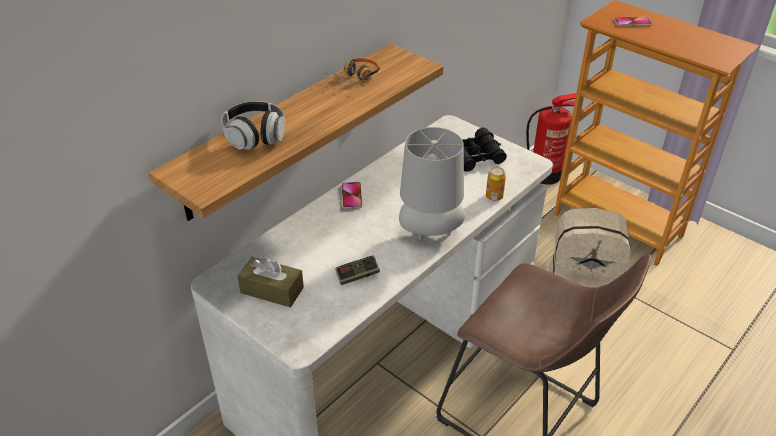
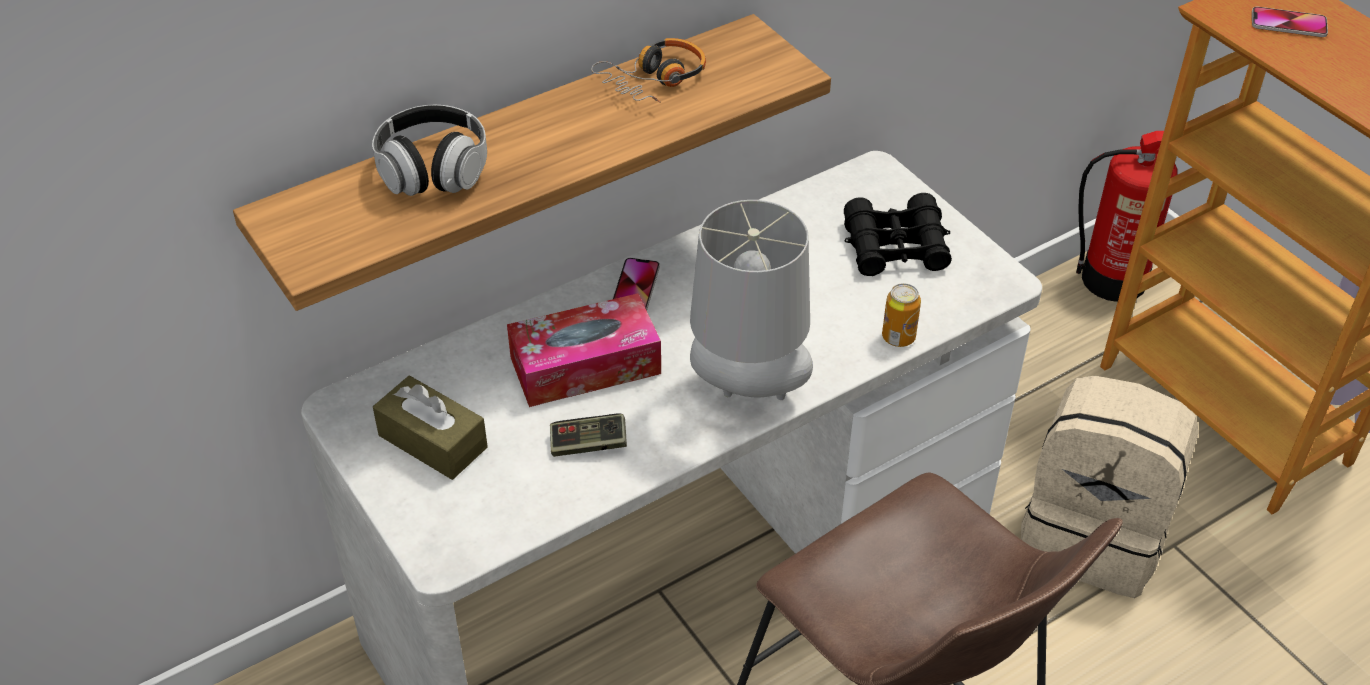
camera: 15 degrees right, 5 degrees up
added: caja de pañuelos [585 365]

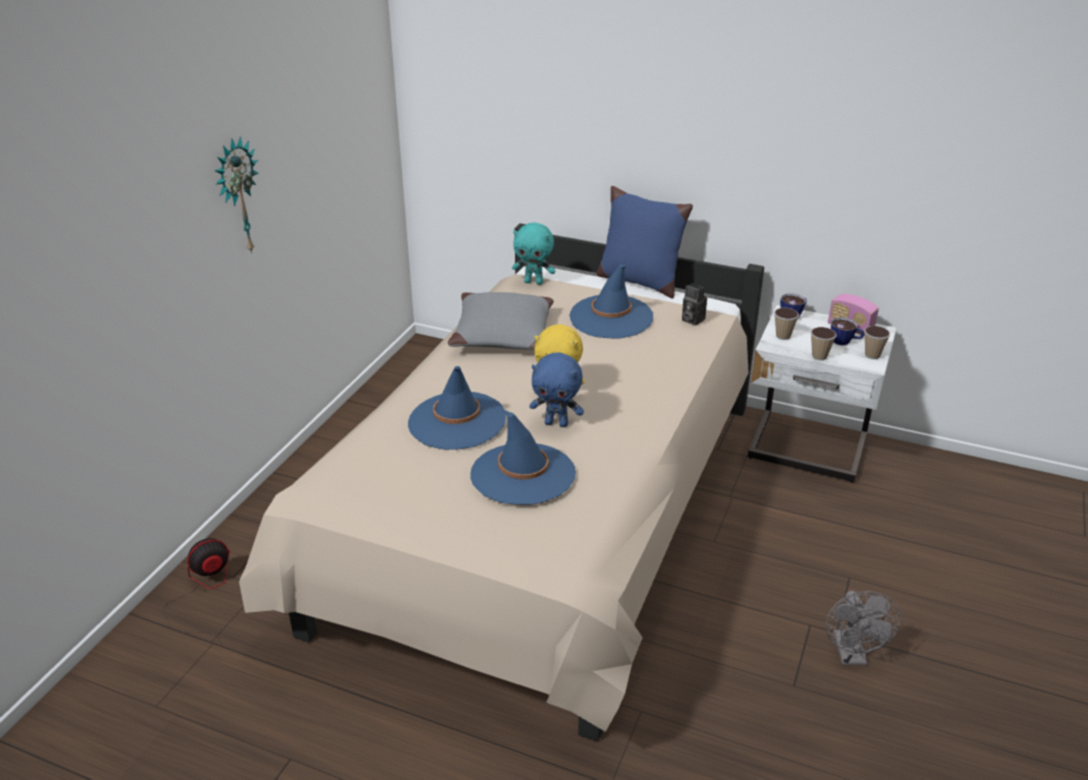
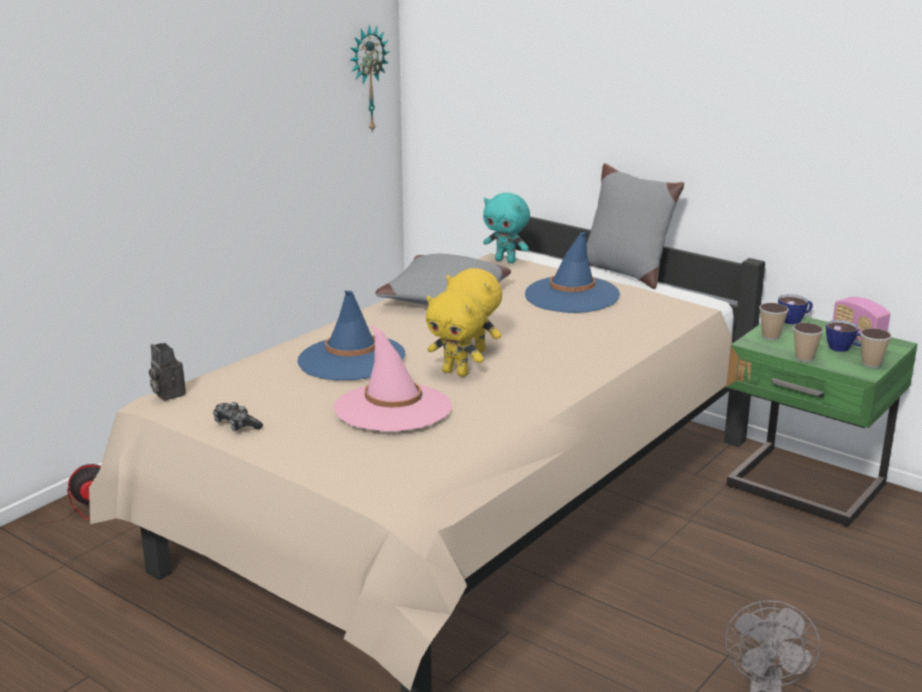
camera: 15 degrees right, 10 degrees down
added: mando de consola [236 425]
moved: reloj de pared [237 197] to [367 79]; cámara [691 319] to [167 393]
recoloured: sombrero (azul) [522 474] to sombrero (rosa) [392 408]; peluche (azul) [557 423] to peluche (amarillo) [456 372]; cojín (azul) [639 281] to cojín (gris) [625 272]; mesita de noche (blanco) [807 450] to mesita de noche (verde) [804 489]

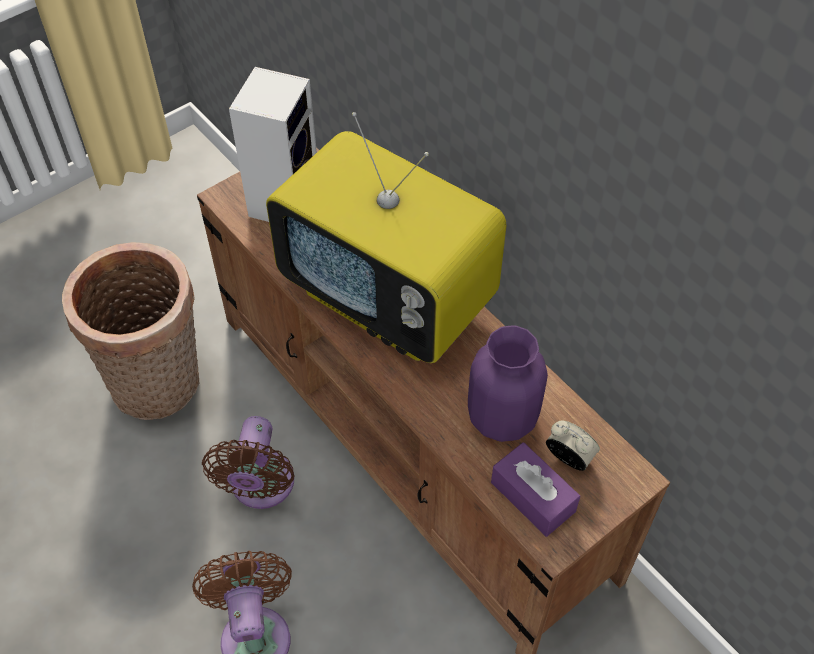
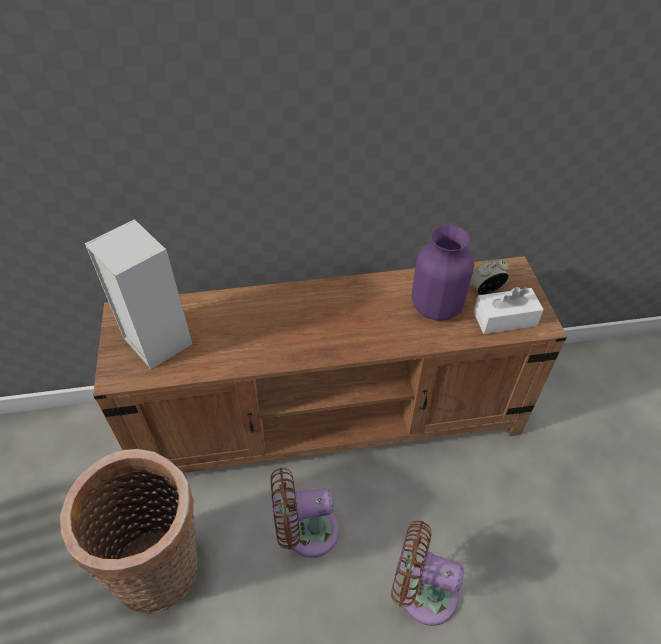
camera: 60 degrees left, 5 degrees down
removed: televisor [391 299]
recoloured: caja de pañuelos (morado) [533 497] to caja de pañuelos (blanco) [504 319]
turned: ventilador (marrón) [261 487] = [305 531] 135 degrees clockwise

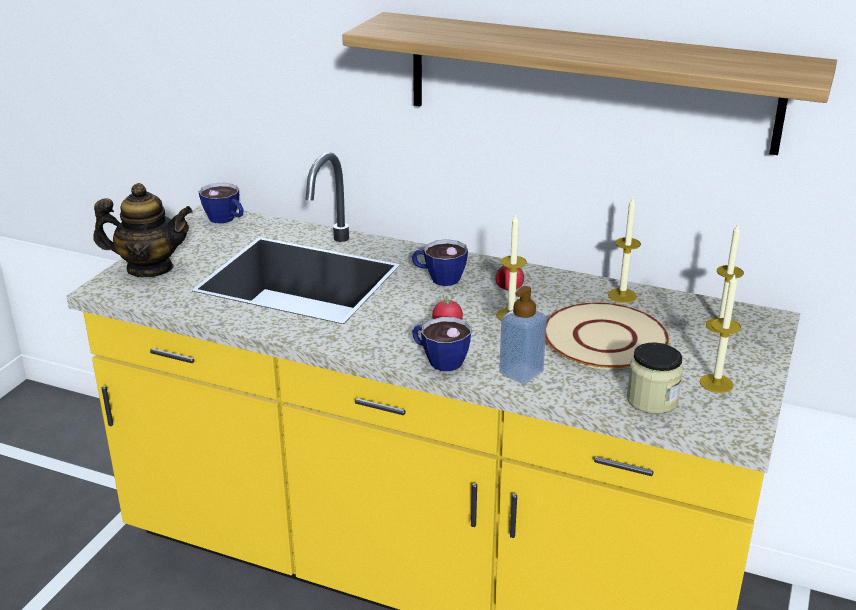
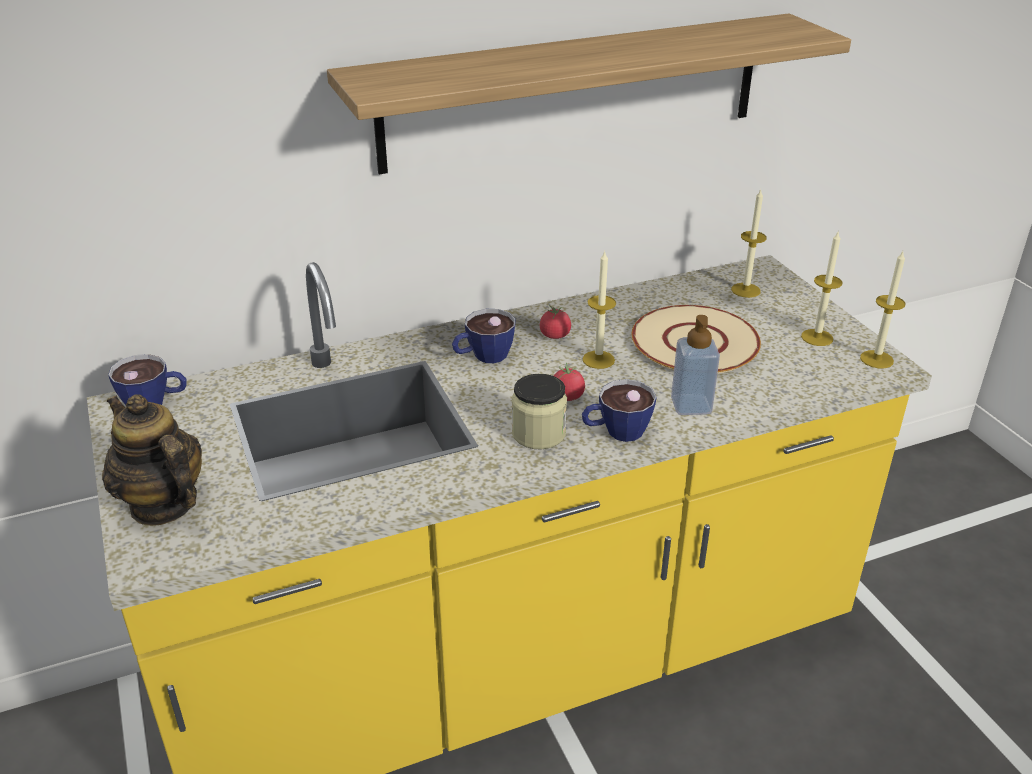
camera: 45 degrees left, 5 degrees up
moved: vela [622 295] to [876 359]; tarro [652 400] to [538 434]
turned: tetera [150 268] = [163 504] 90 degrees counterclockwise

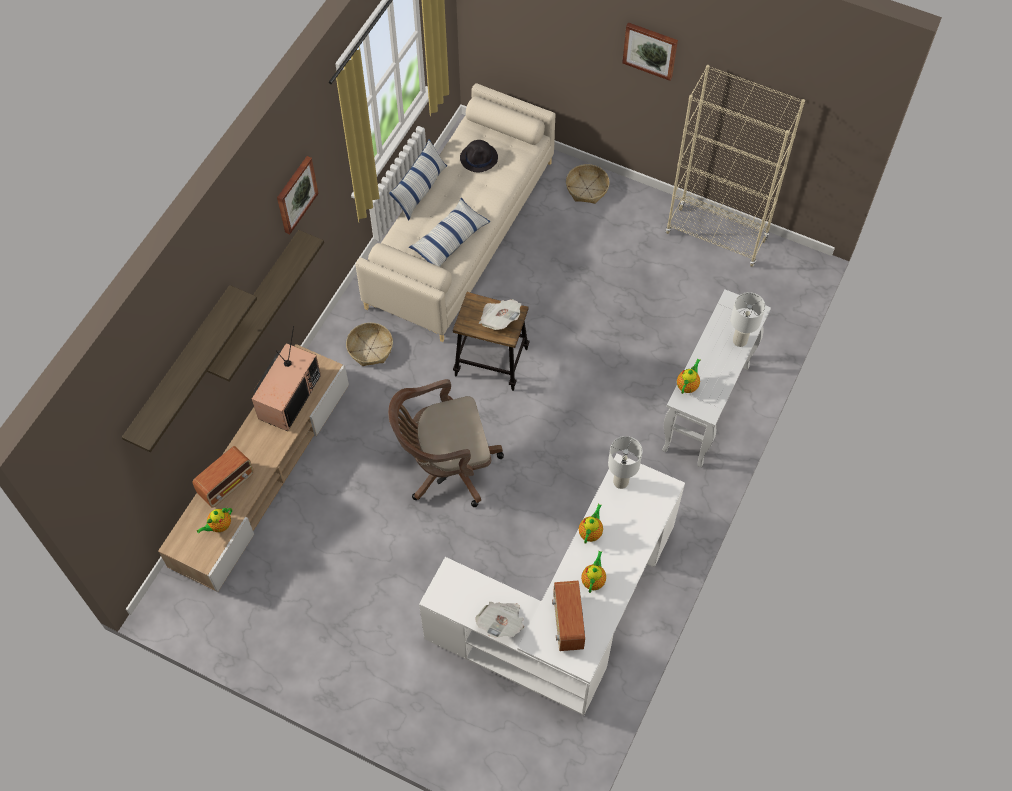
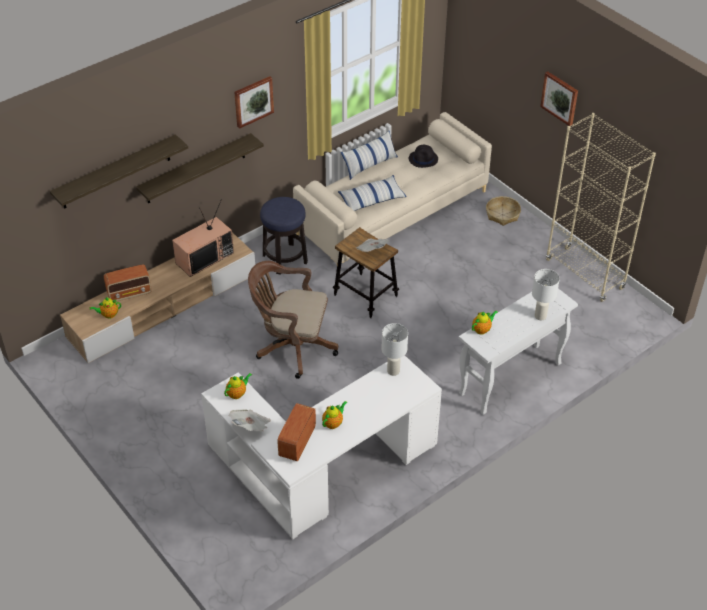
camera: 25 degrees right, 15 degrees down
moved: tetera [591 532] to [237 393]
replaced: cesta [370 348] to taburete [285 259]

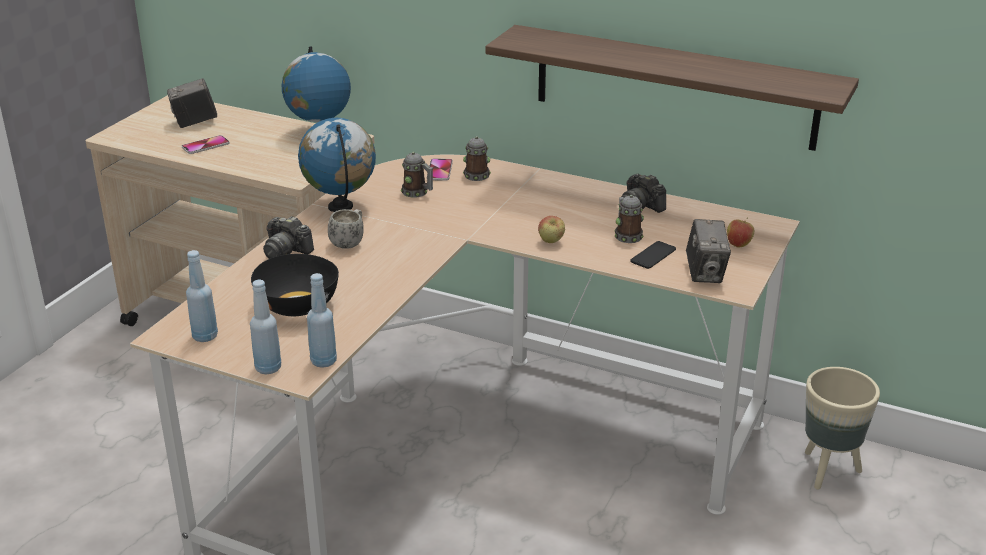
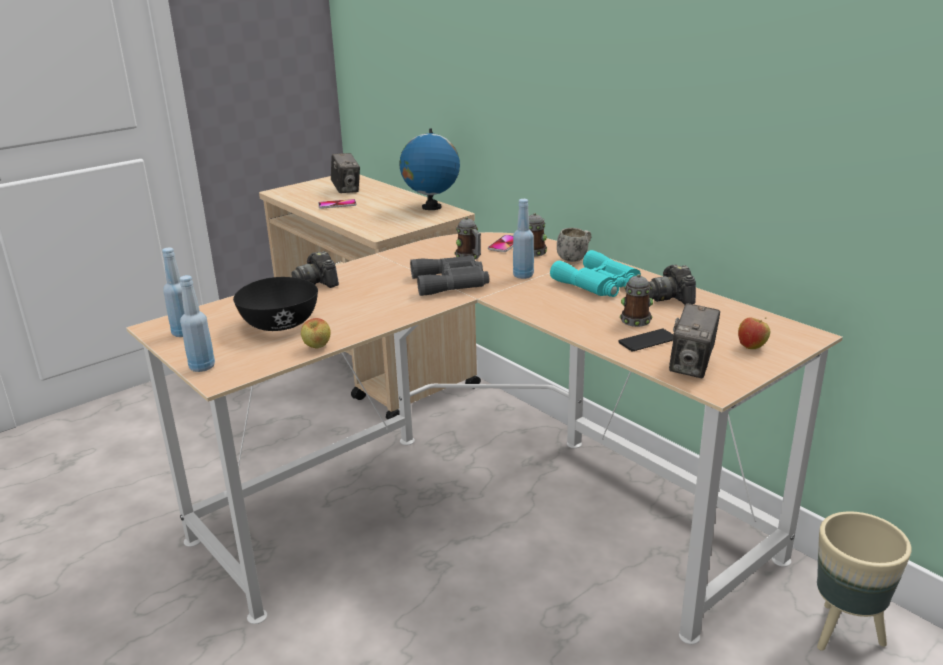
camera: 25 degrees right, 5 degrees down
removed: globo terráqueo [341 207]; estante [674 87]
added: prismáticos (gris) [452 282]; prismáticos (turquesa) [599 284]
moved: botella (azul) [323 361] to [523 275]; taza grande (blanco) [349 242] to [575 258]; manzana [551 242] to [317 347]
turned: cámara [195 122] = [346 190] 120 degrees counterclockwise

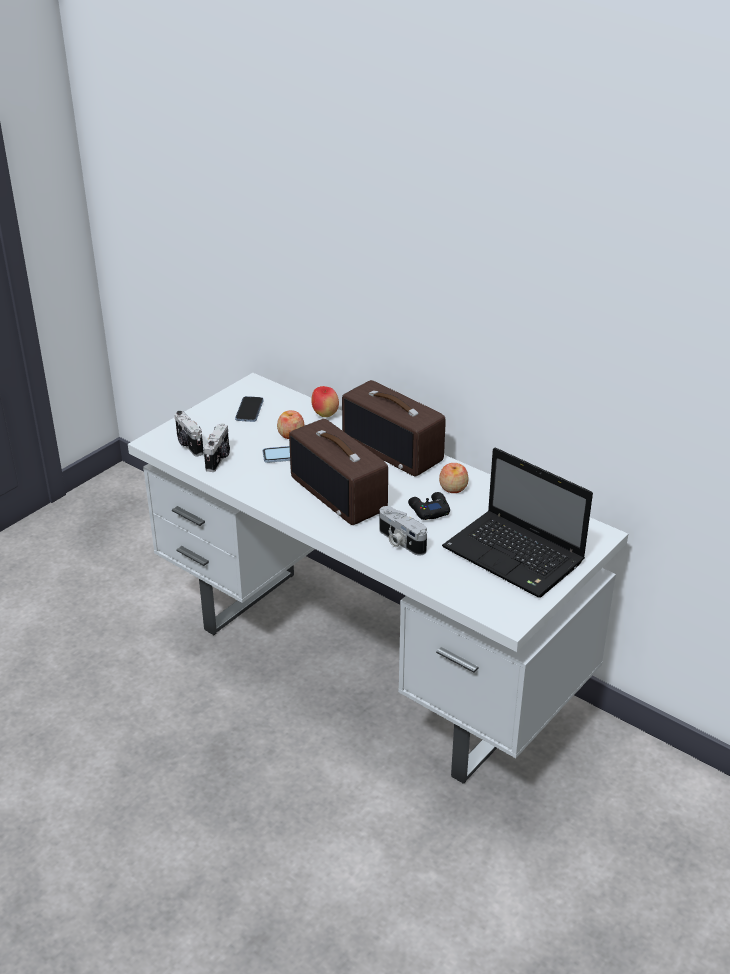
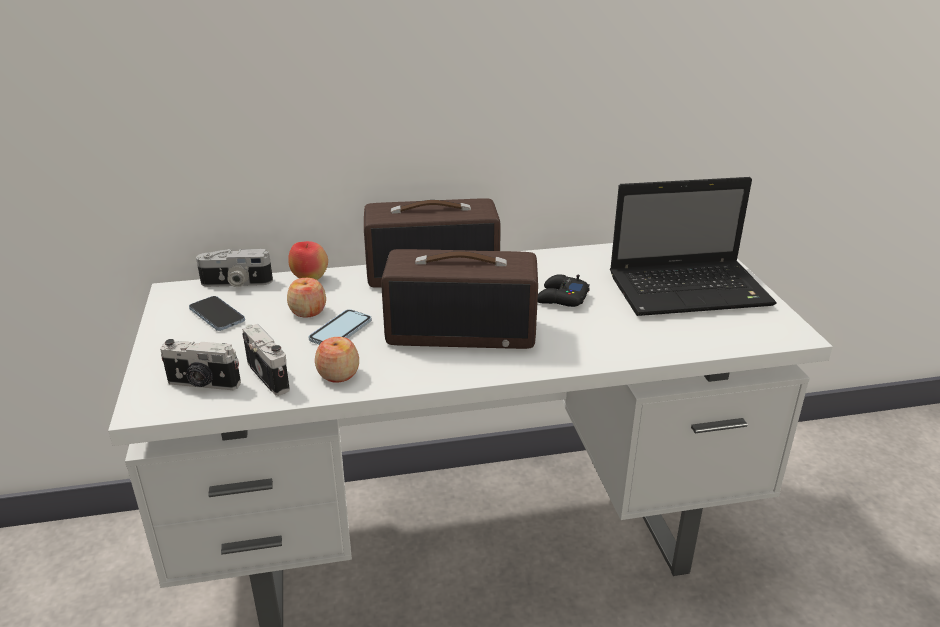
camera: 50 degrees left, 5 degrees down
moved: cámara [400 541] to [236 283]; manzana [453 488] to [338 374]

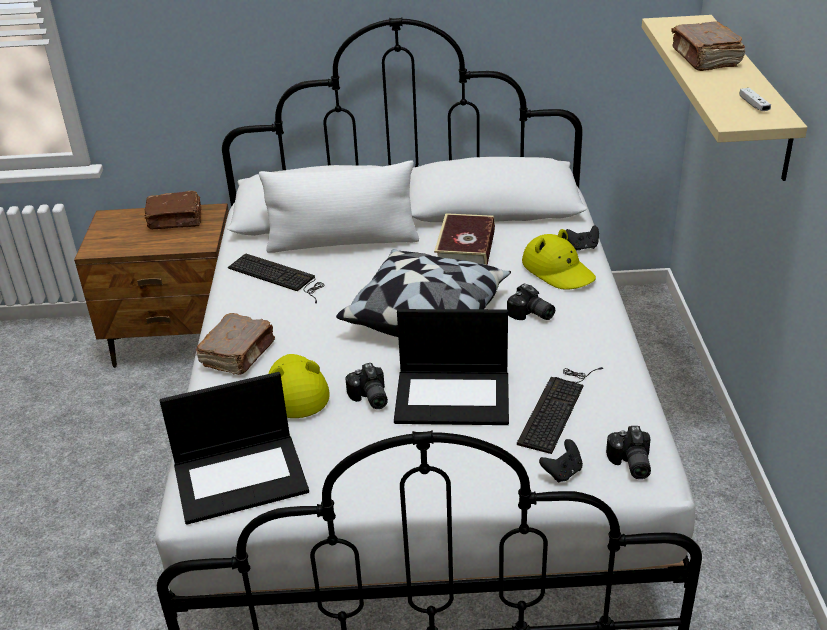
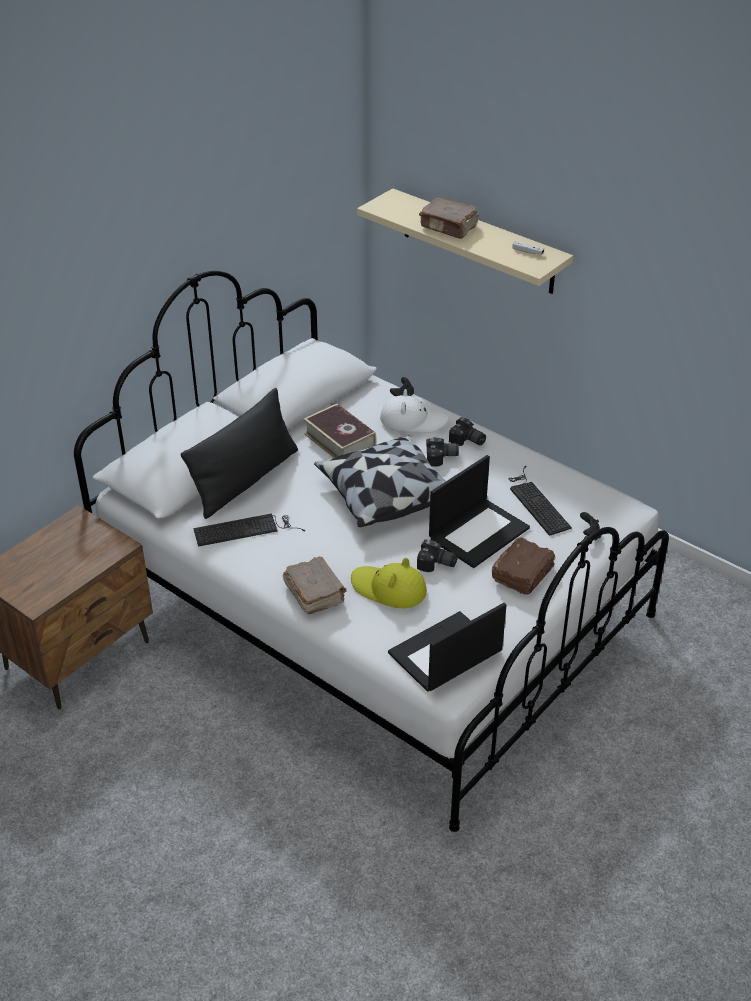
camera: 50 degrees left, 5 degrees up
moved: libro (marrón) [176 220] to [523 574]; cámara [629 464] to [467 441]
recoloured: cojín (blanco) [343 242] to cojín (negro) [245 480]; sombrero (amarillo) [558 270] to sombrero (blanco) [413 421]
turned: portátil [241 477] = [445 654] 150 degrees counterclockwise

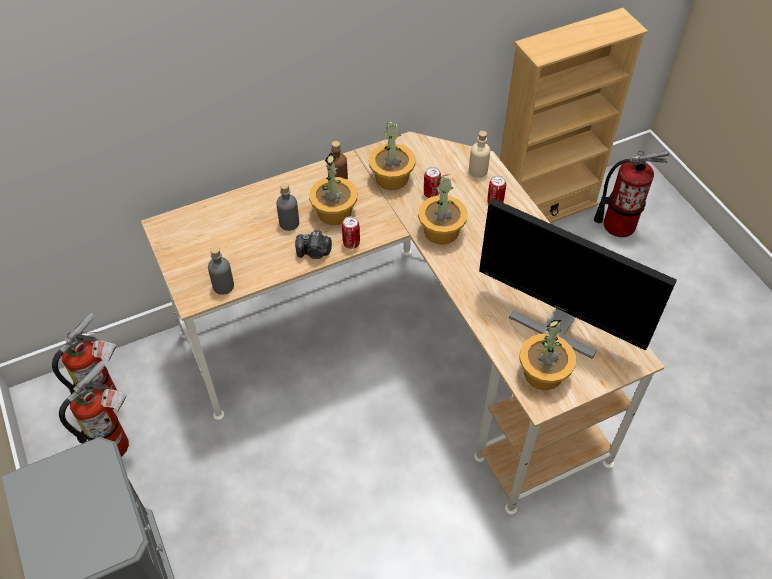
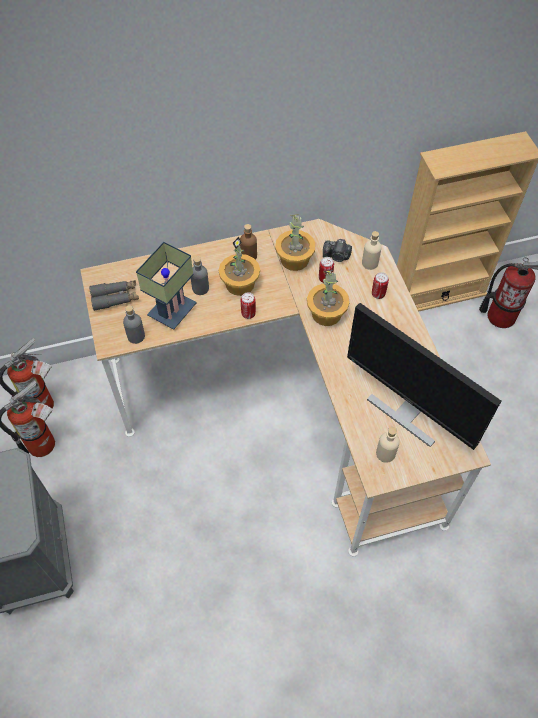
camera: 10 degrees right, 5 degrees up
added: prismáticos (gris) [115 298]; lámpara de mesa [173 313]
moved: cámara [314 252] to [336 256]
replaced: planta en maceta [544 373] to botella (beis) [385 454]

